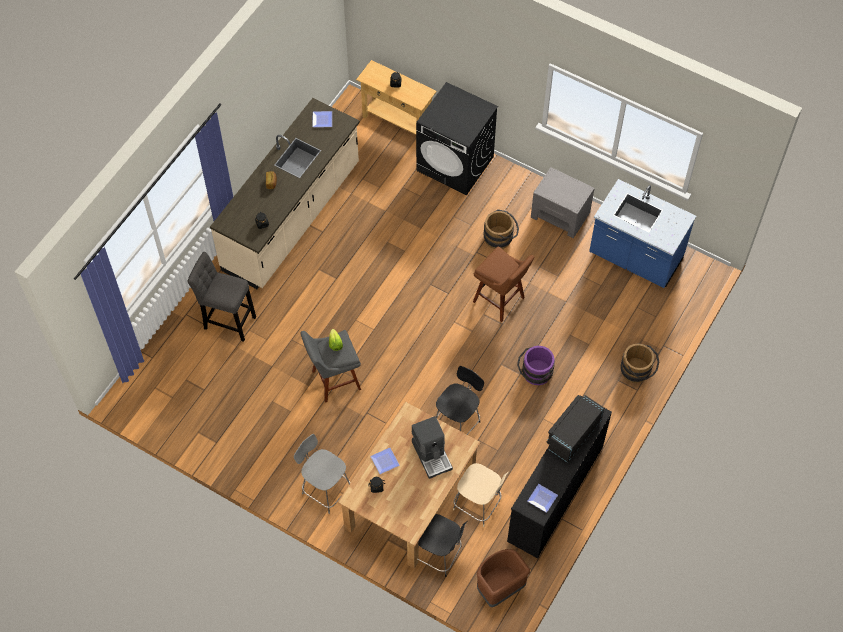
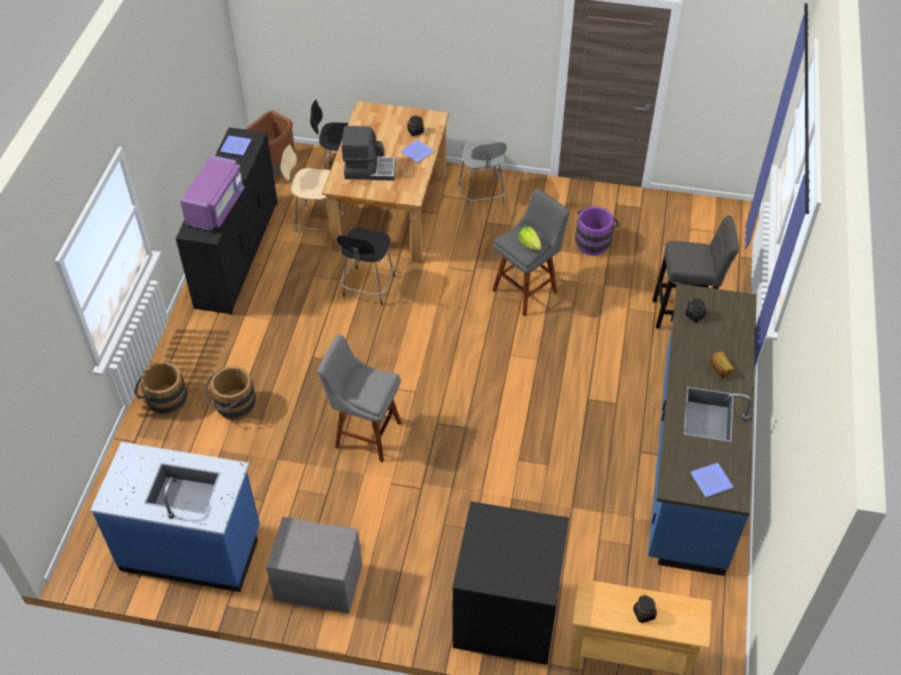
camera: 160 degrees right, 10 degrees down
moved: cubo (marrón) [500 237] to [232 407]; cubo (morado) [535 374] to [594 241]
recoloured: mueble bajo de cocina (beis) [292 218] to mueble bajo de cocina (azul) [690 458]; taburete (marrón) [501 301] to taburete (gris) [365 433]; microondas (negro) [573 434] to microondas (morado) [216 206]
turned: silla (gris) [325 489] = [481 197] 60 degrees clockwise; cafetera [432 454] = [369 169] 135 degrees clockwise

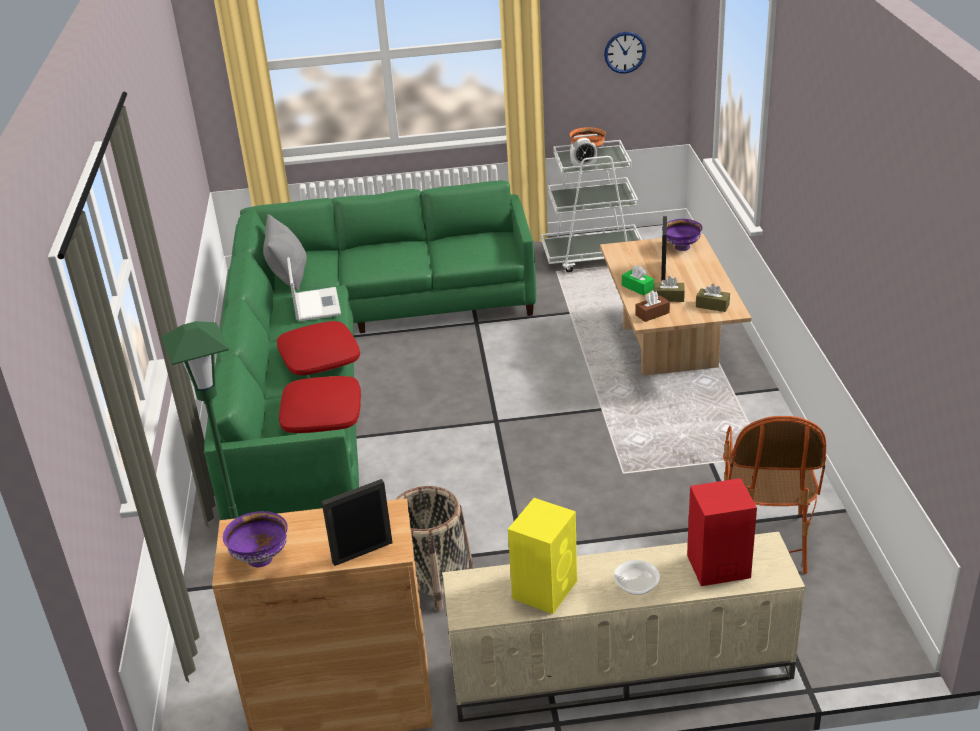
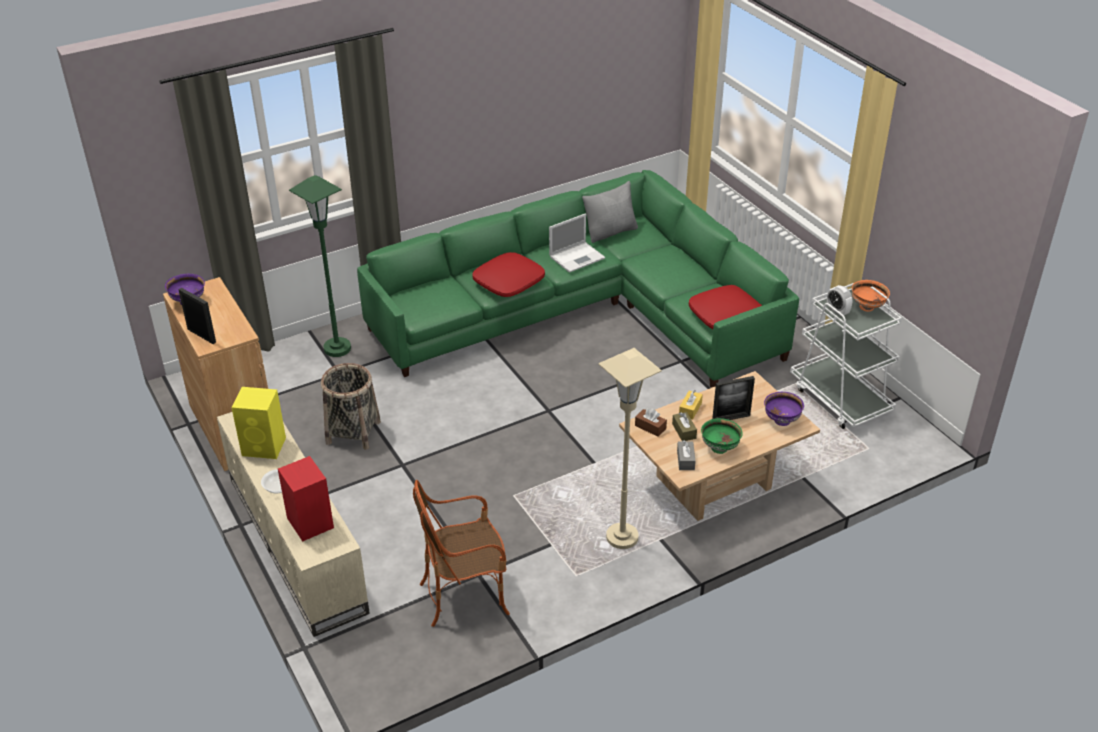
camera: 65 degrees right, 5 degrees up
removed: reloj de pared [625 52]
added: lámpara de pie (beis) [622 537]; cuenco (verde) [719 448]
moved: cojín (rojo) [321 414] to [725 315]
recoloured: caja de pañuelos (verde) [637 287] to caja de pañuelos (amarillo) [690 409]; caja de pañuelos (marrón) [712 305] to caja de pañuelos (gris) [685 460]

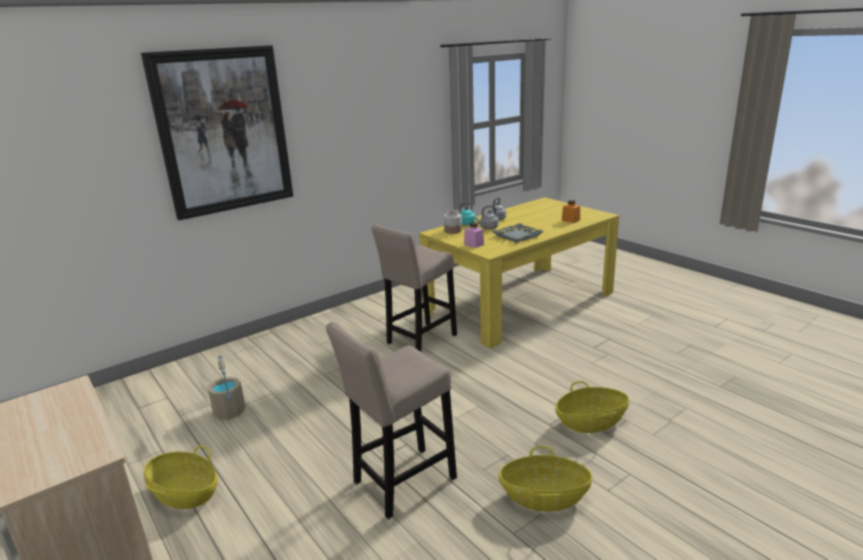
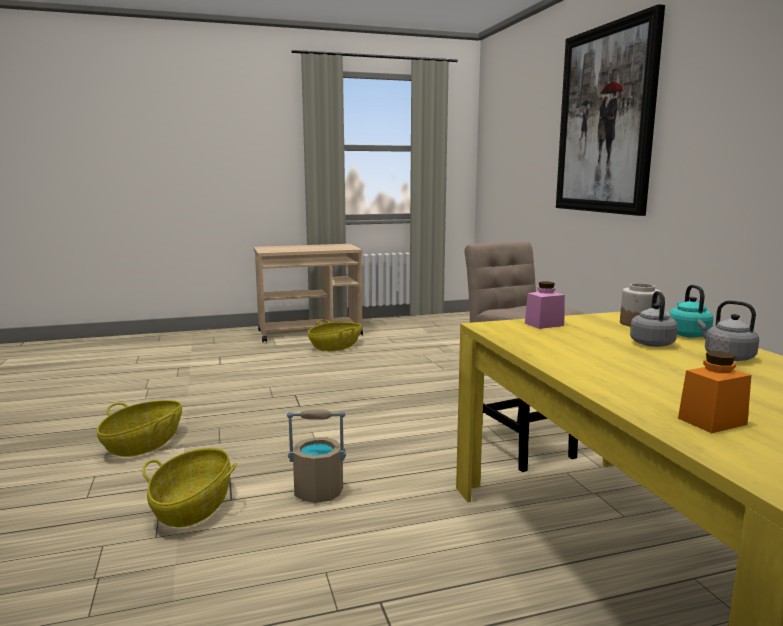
camera: 110 degrees right, 10 degrees down
removed: taburete (beis) [400 483]; bandeja (gris) [517 236]
moved: cubo (beis) [229 411] to [318 492]

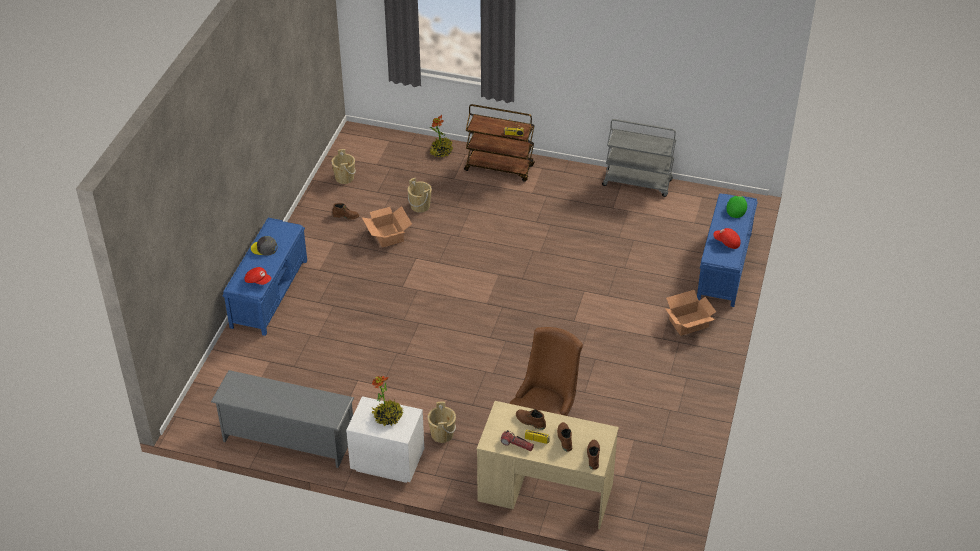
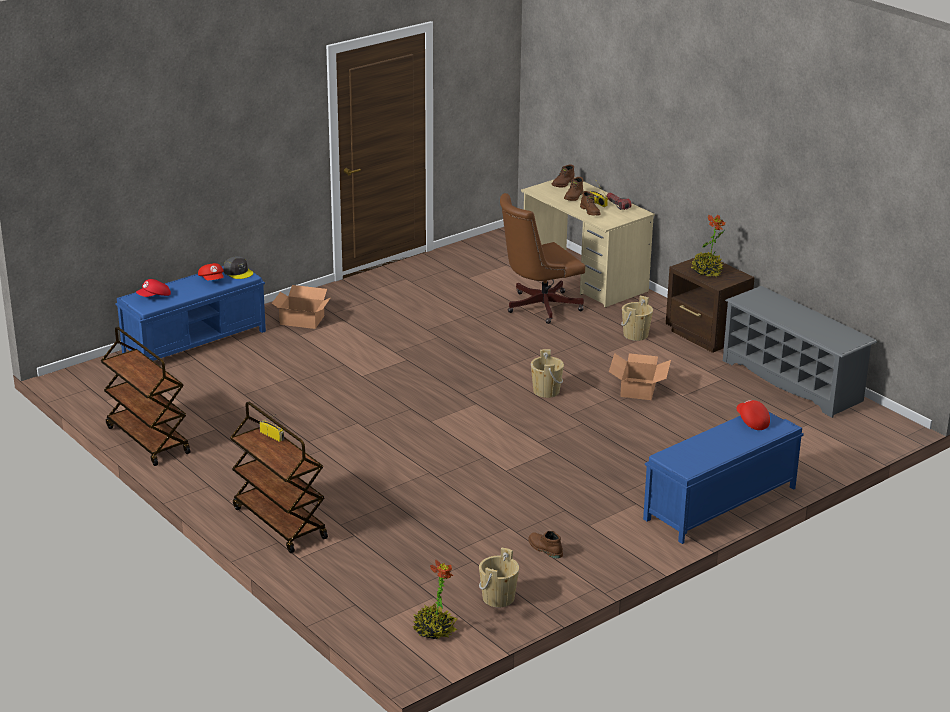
camera: 145 degrees left, 15 degrees down
moved: gorra (gris) [264 248] to [238 272]; caja de cartón [388 235] to [637 389]; cubo (beis) [420 206] to [546 391]; planta en maceta [441 151] to [434 630]
recoloured: mesita de noche (blanco) [387 461] to mesita de noche (marrón) [706 336]; carrito (gris) [638 183] to carrito (marrón) [147 440]; gorra (verde) [736 209] to gorra (rojo) [154 297]

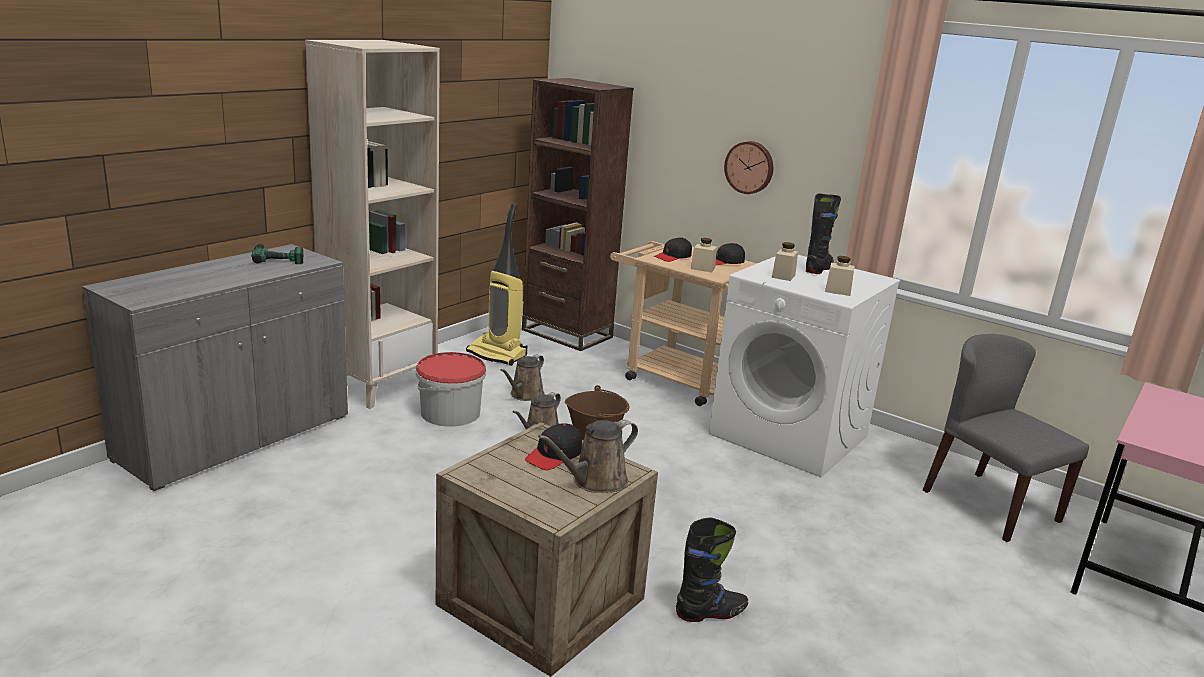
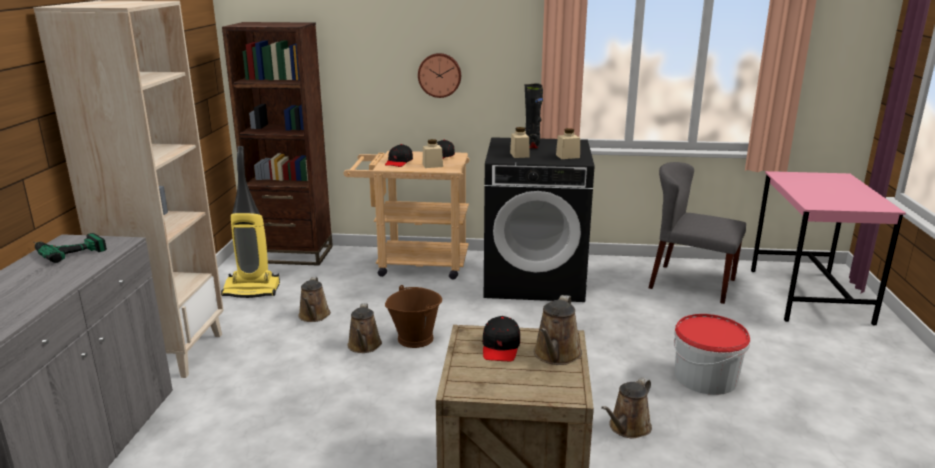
camera: 30 degrees left, 0 degrees up
moved: cubo [450 413] to [705 377]
replaced: bota (negro) [711 613] to regadera (marrón) [627 428]
recoloured: lavadora (blanco) [790 435] to lavadora (negro) [535 279]

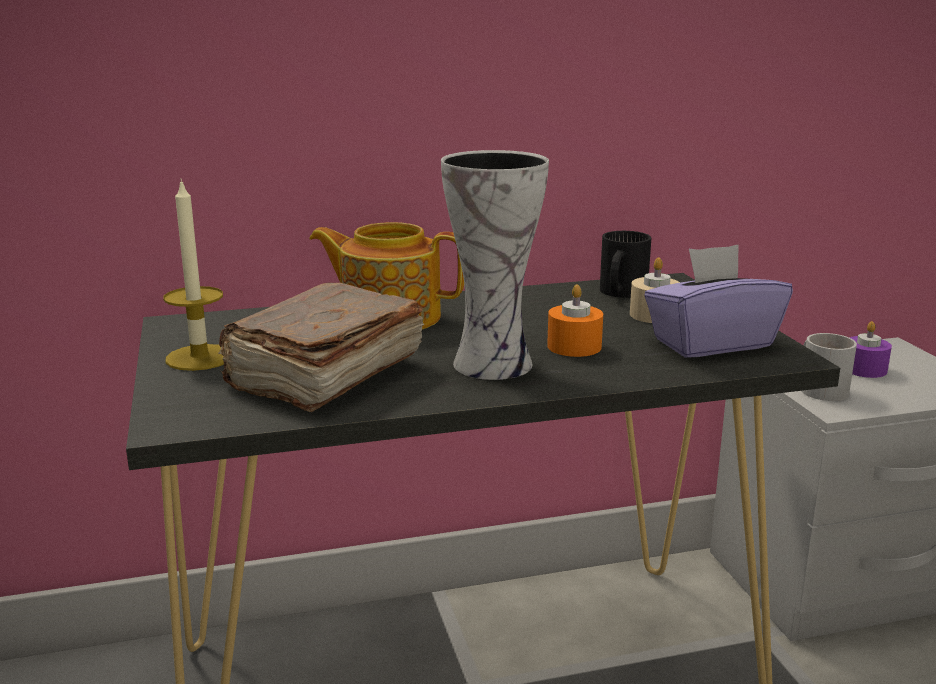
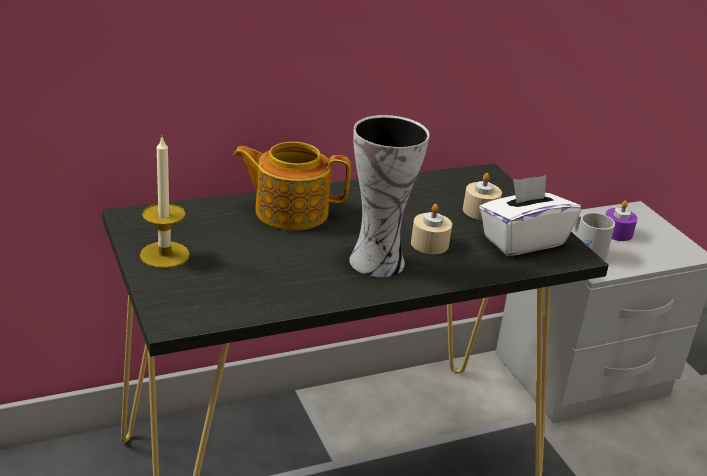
camera: 10 degrees left, 10 degrees up
removed: libro (marrón) [323 375]; taza grande (negro) [619 293]
recoloured: vela (naranja) [574 346] to vela (beis) [429 244]; caja de pañuelos (morado) [711 343] to caja de pañuelos (blanco) [522 241]

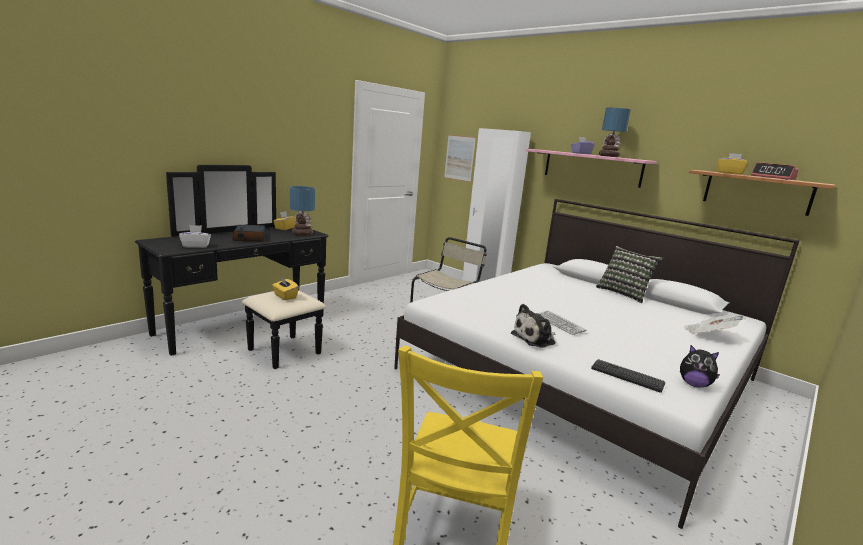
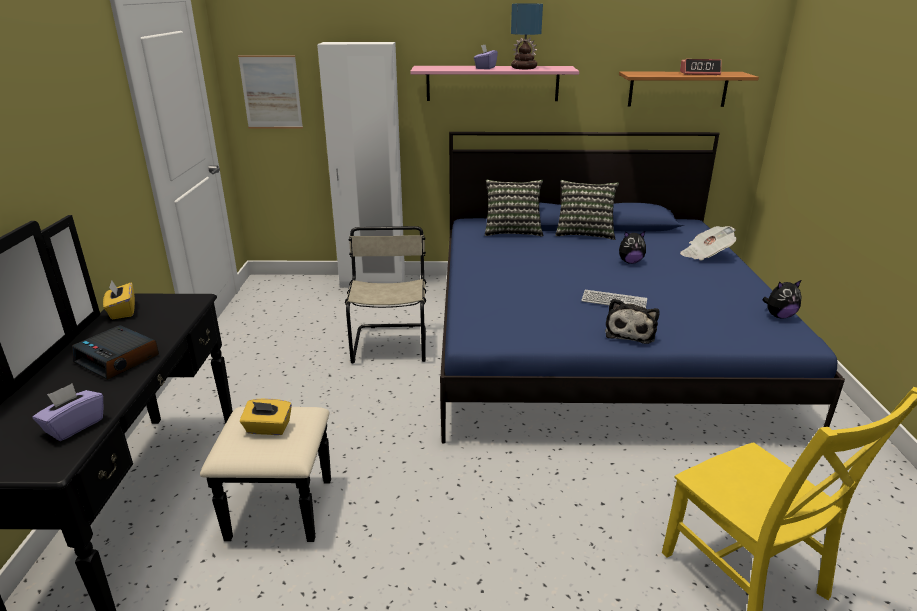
camera: 40 degrees left, 10 degrees up
removed: lámpara de mesa [301 234]; teclado [627 376]; caja de pañuelos (amarillo) [730 173]
added: cojín [512 231]; peluche [630 262]
recoloured: caja de pañuelos (blanco) [196 246] to caja de pañuelos (morado) [74 426]; cama (blanco) [582 374] to cama (azul) [595 341]

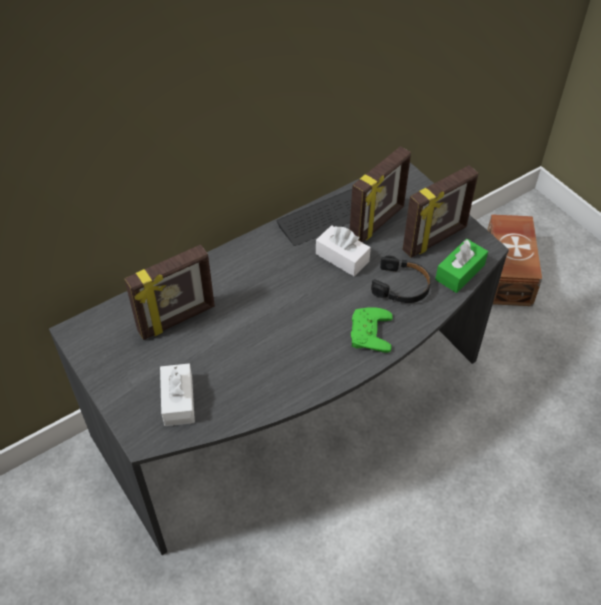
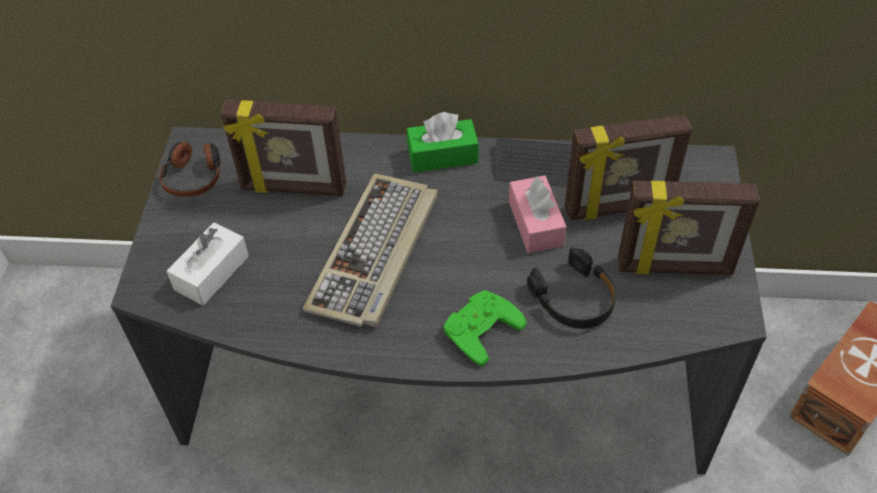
camera: 40 degrees right, 0 degrees up
added: auriculares [194 175]; teclado [375 254]
moved: caja de pañuelos (verde) [460 272] to [442 156]
recoloured: caja de pañuelos (blanco) [342 257] to caja de pañuelos (rosa) [535 223]

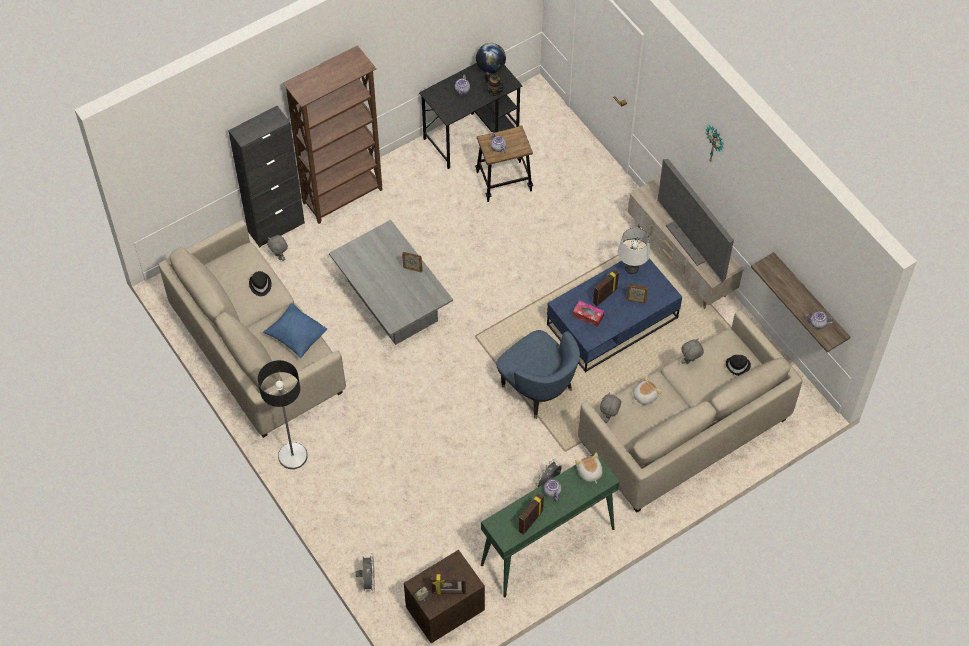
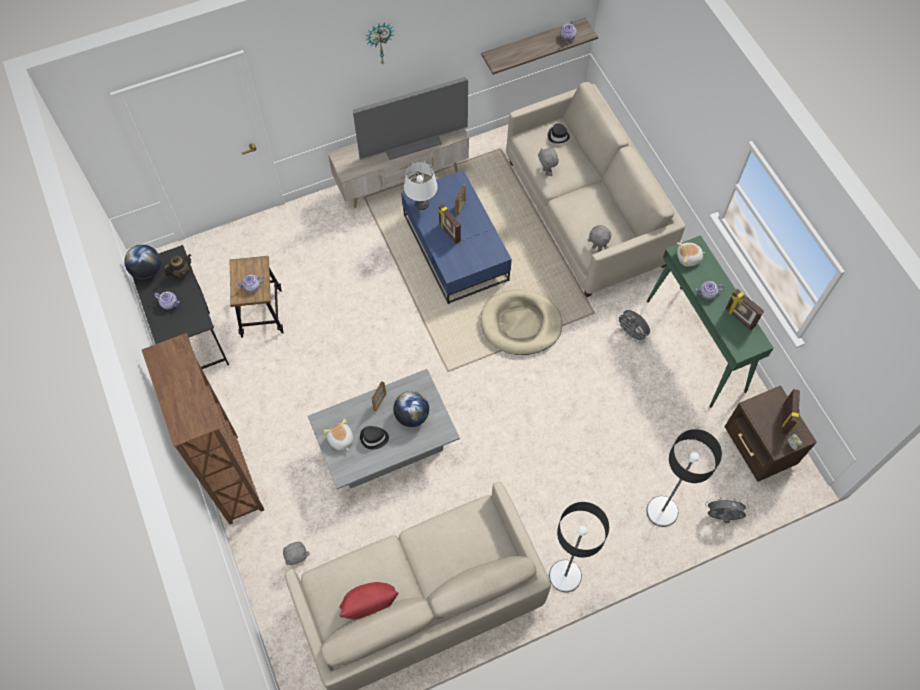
camera: 80 degrees left, 5 degrees up
removed: armario (negro) [276 227]; cojín (azul) [296 336]; caja de pañuelos [588 316]
added: cojín (rojo) [369 605]; globo terráqueo [411 416]; lámpara de pie [662 511]
moved: sombrero (negro) [260 285] to [374 438]; peluche [644 396] to [340 439]
replaced: sillón (azul) [538 389] to cama para perro (beis) [520 324]

